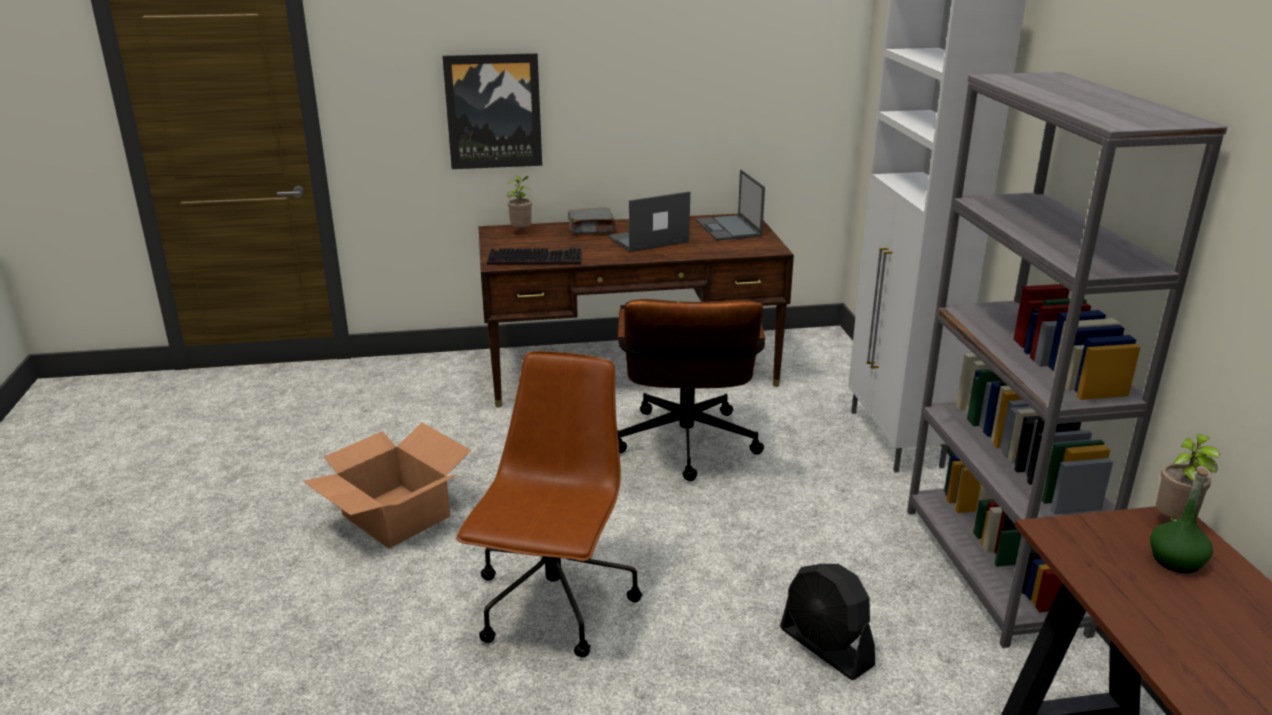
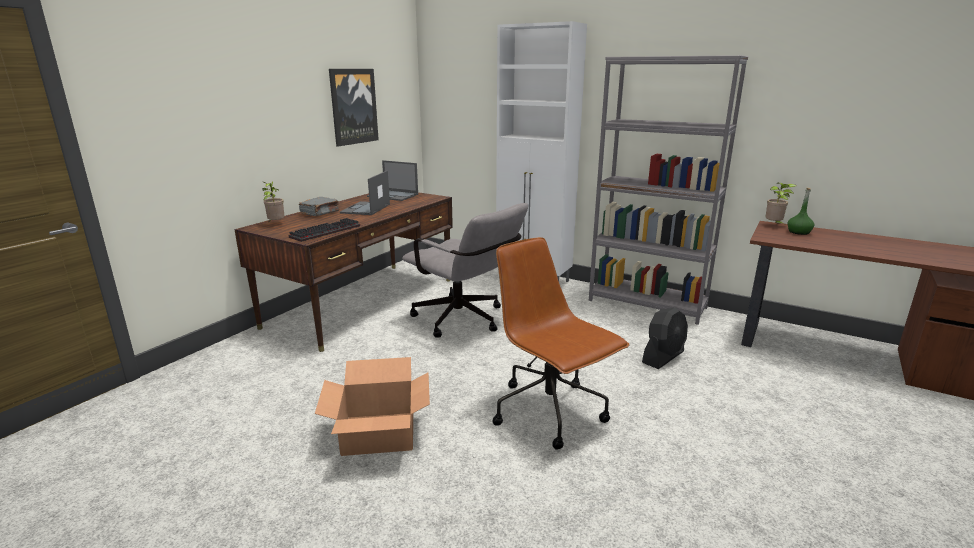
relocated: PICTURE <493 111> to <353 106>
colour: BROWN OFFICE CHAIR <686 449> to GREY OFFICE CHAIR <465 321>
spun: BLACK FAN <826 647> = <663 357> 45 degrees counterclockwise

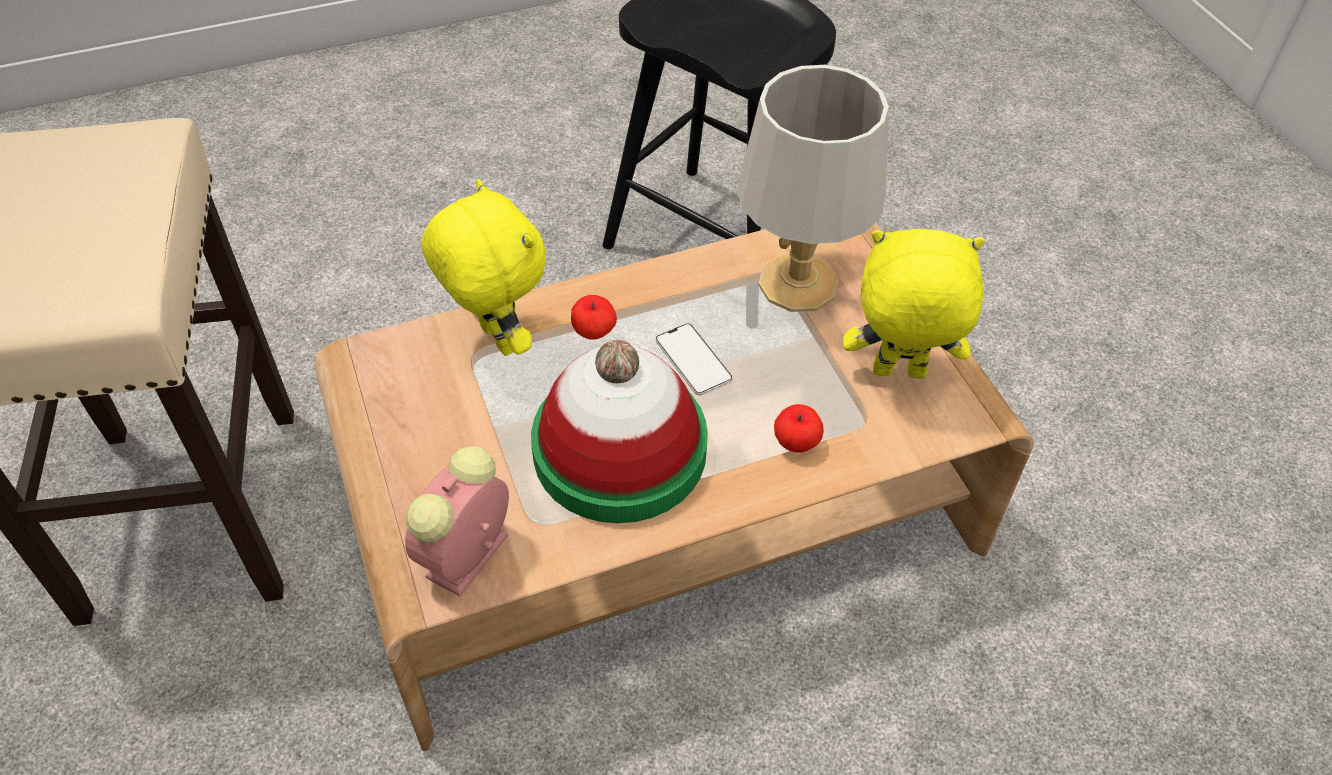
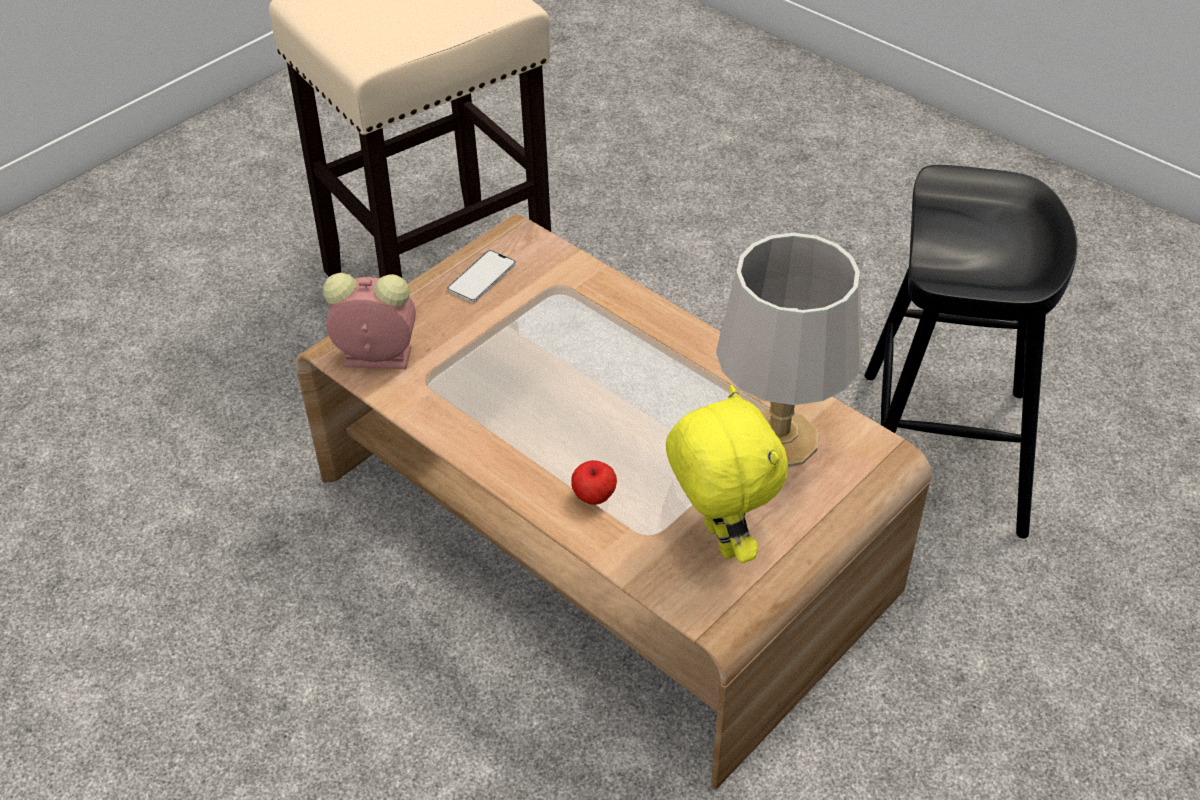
missing: YELLOW PLUSH TOY <495 339>; HAT <620 449>; APPLE <594 332>
relocated: PHONE <693 359> to <482 277>

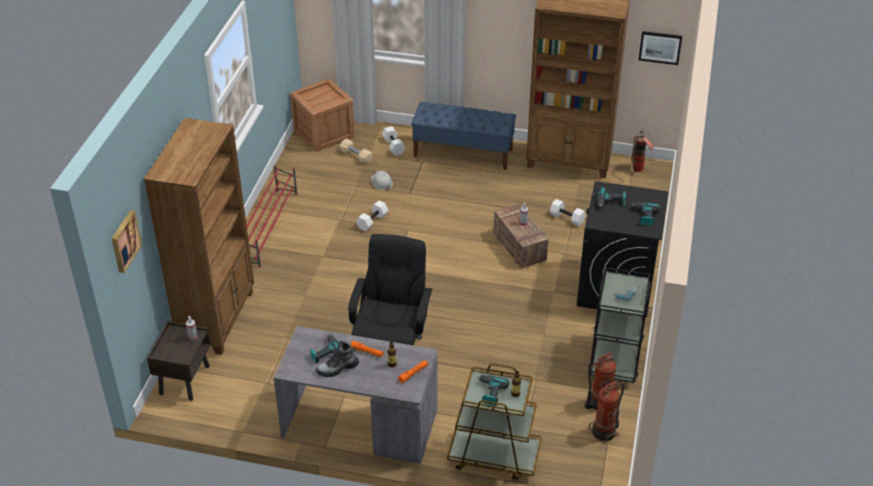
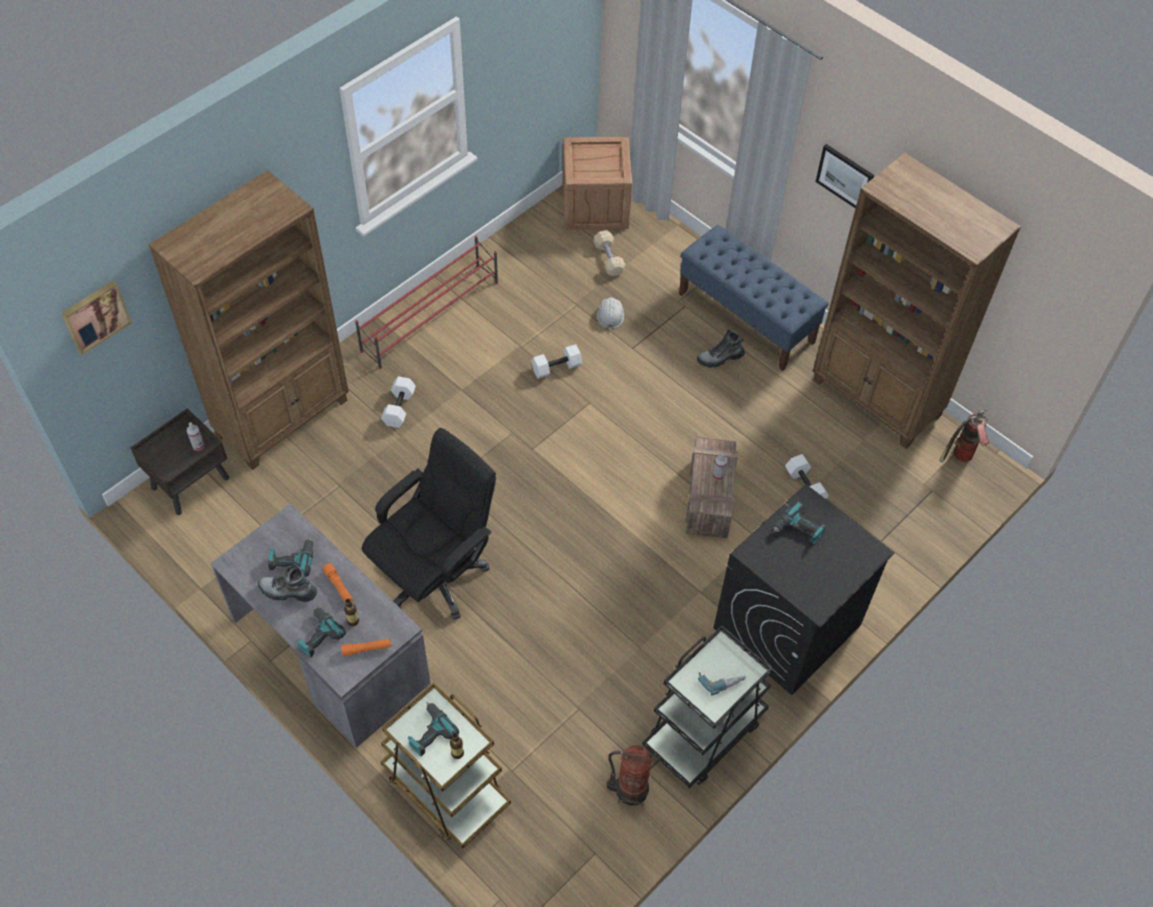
missing: FIRE EXTINGUISHER <605 432>
appeared: BOOT <720 358>
relocated: POWER DRILL <644 216> to <317 635>; WHITE DUMBBELL <393 146> to <398 407>; PICTURE <660 47> to <845 177>

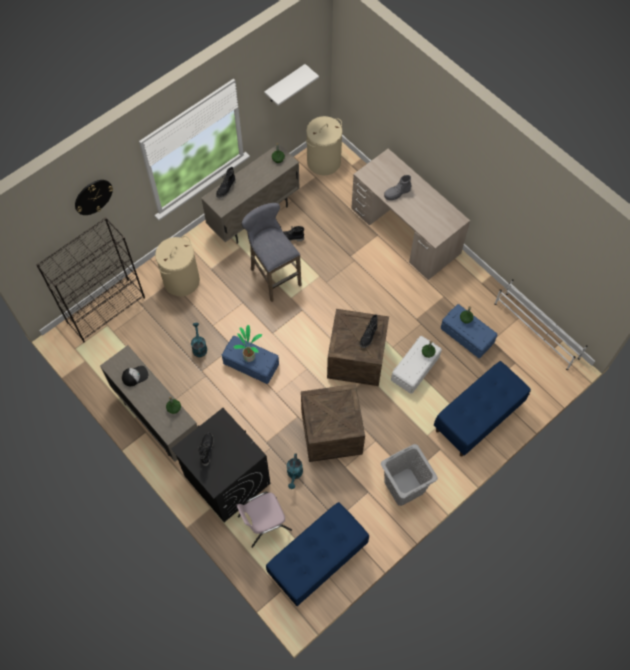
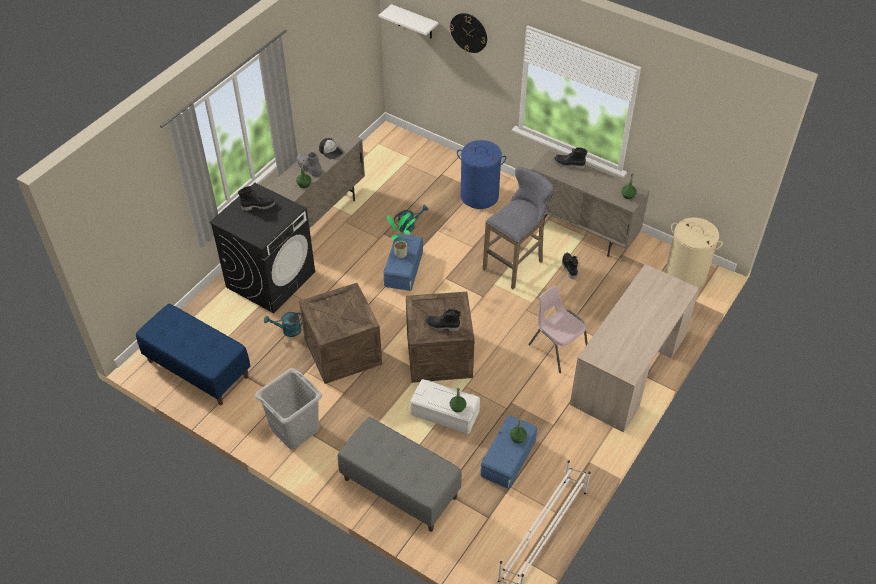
missing: BLACK BOOKCASE <106 309>
relocated: GREY BOOT <397 193> to <309 168>; WHITE SHELF <285 84> to <415 22>; PINK CHAIR <263 522> to <557 348>
colour: BLUE BENCH <478 418> to GREY BENCH <399 488>; BEIGE LAUNDRY BASKET <181 280> to BLUE LAUNDRY BASKET <479 196>

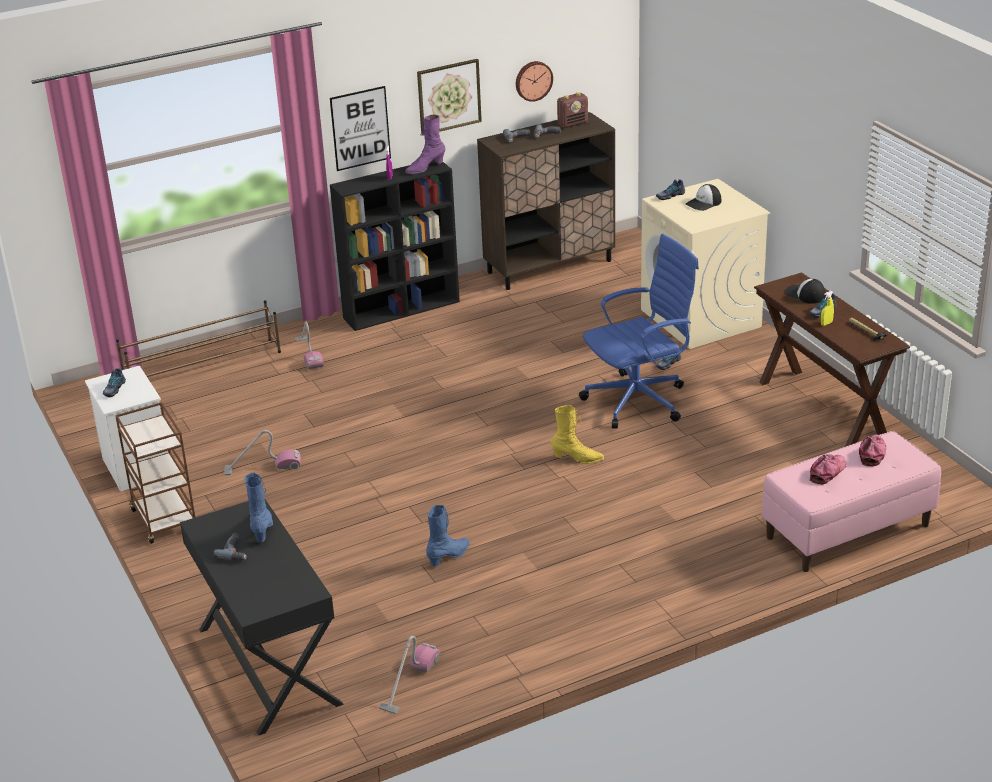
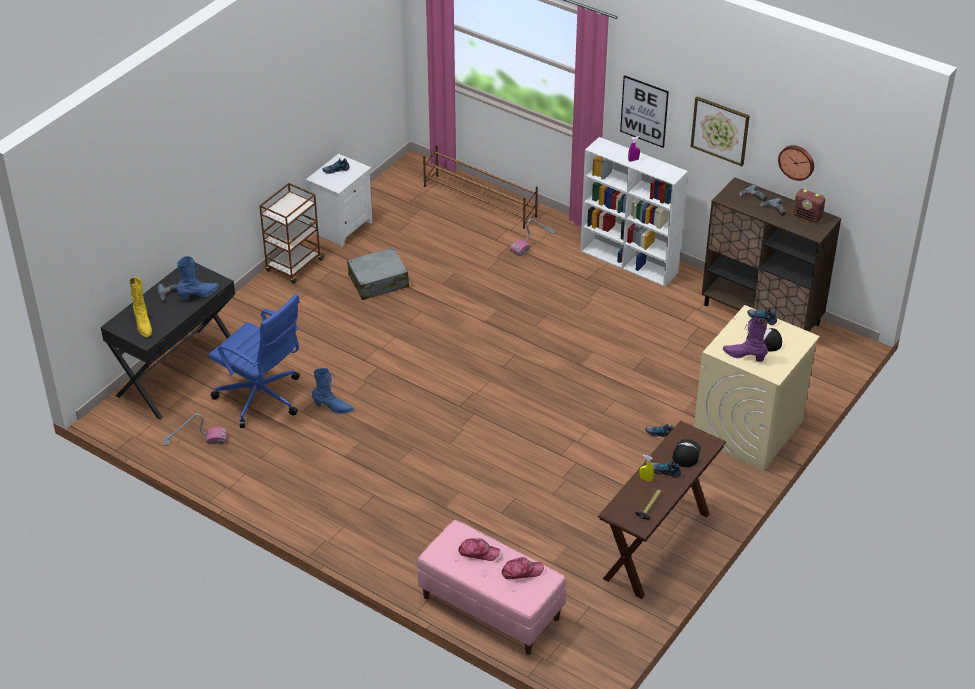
relocated: YELLOW BOOT <577 459> to <143 324>; BLUE OFFICE CHAIR <639 400> to <261 398>; PURPLE BOOT <425 168> to <744 356>
exchanged: VACUUM CLEANER <263 467> to GREY SUITCASE <379 281>
colour: BLACK BOOKCASE <402 309> to WHITE BOOKCASE <629 262>

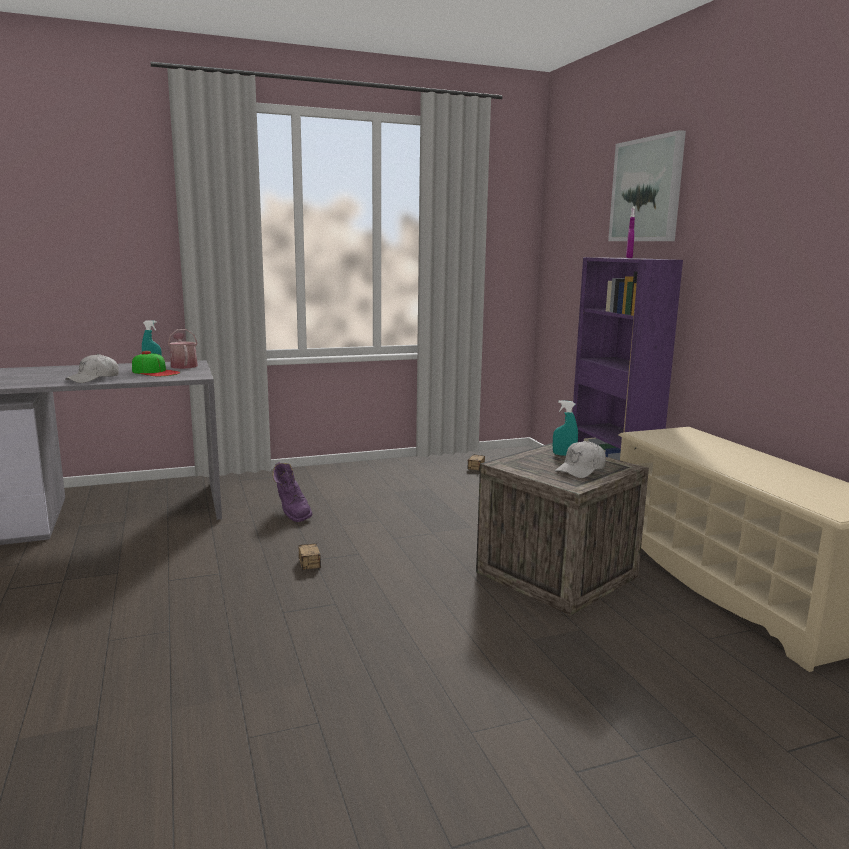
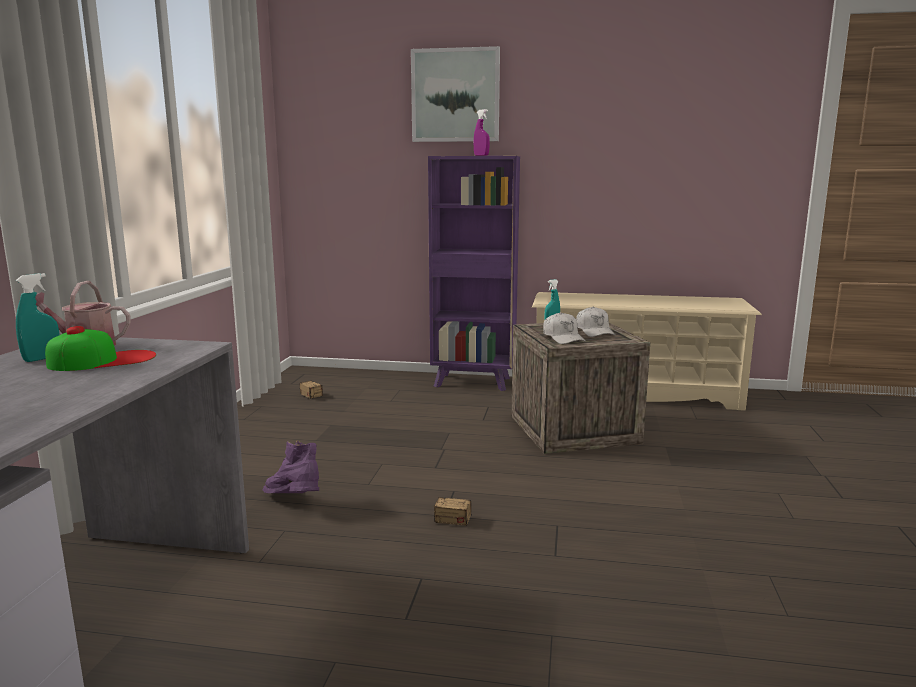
relocated: WHITE CAP <93 379> to <563 338>
spun: PURPLE BOOT <292 513> = <294 502> 135 degrees counterclockwise

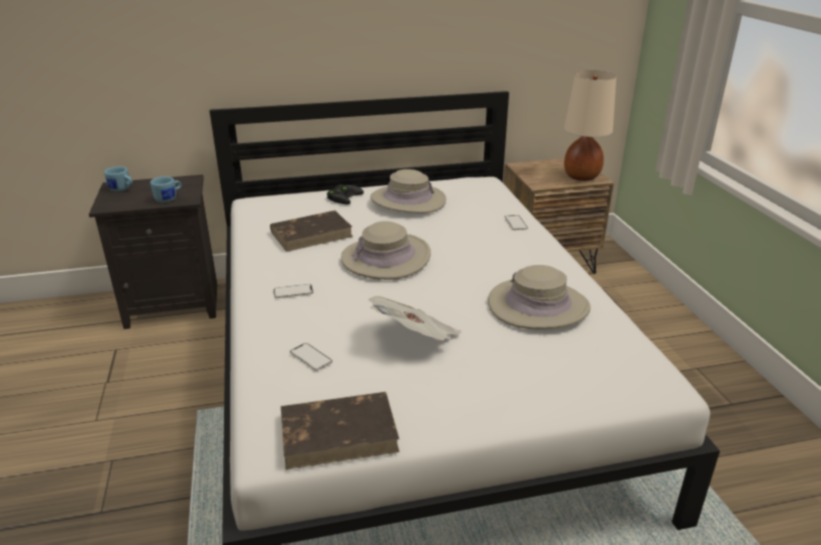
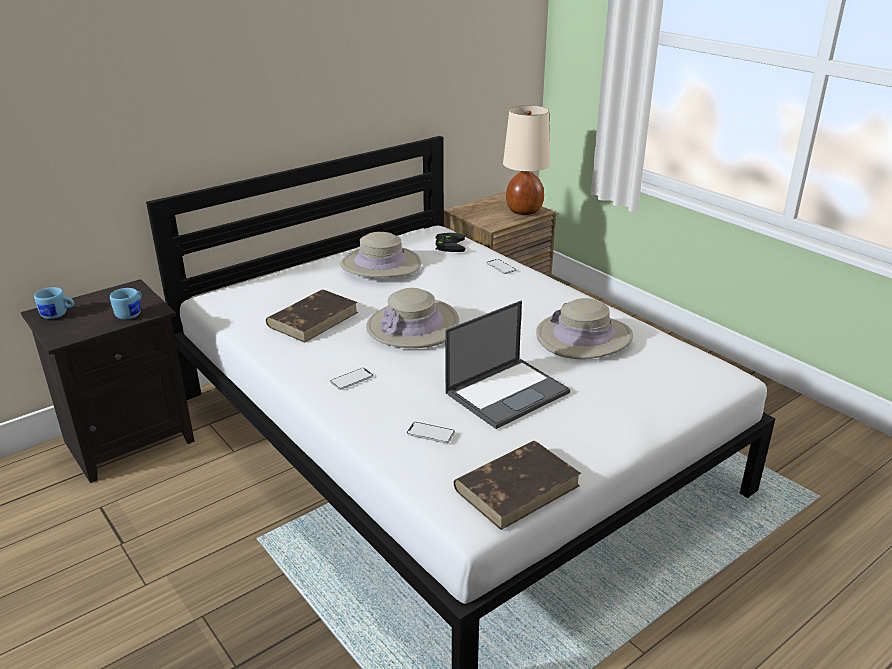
relocated: BLACK GAME CONTROLLER <343 196> to <448 245>
exchanged: NEWSPAPER <416 339> to LAPTOP <508 392>

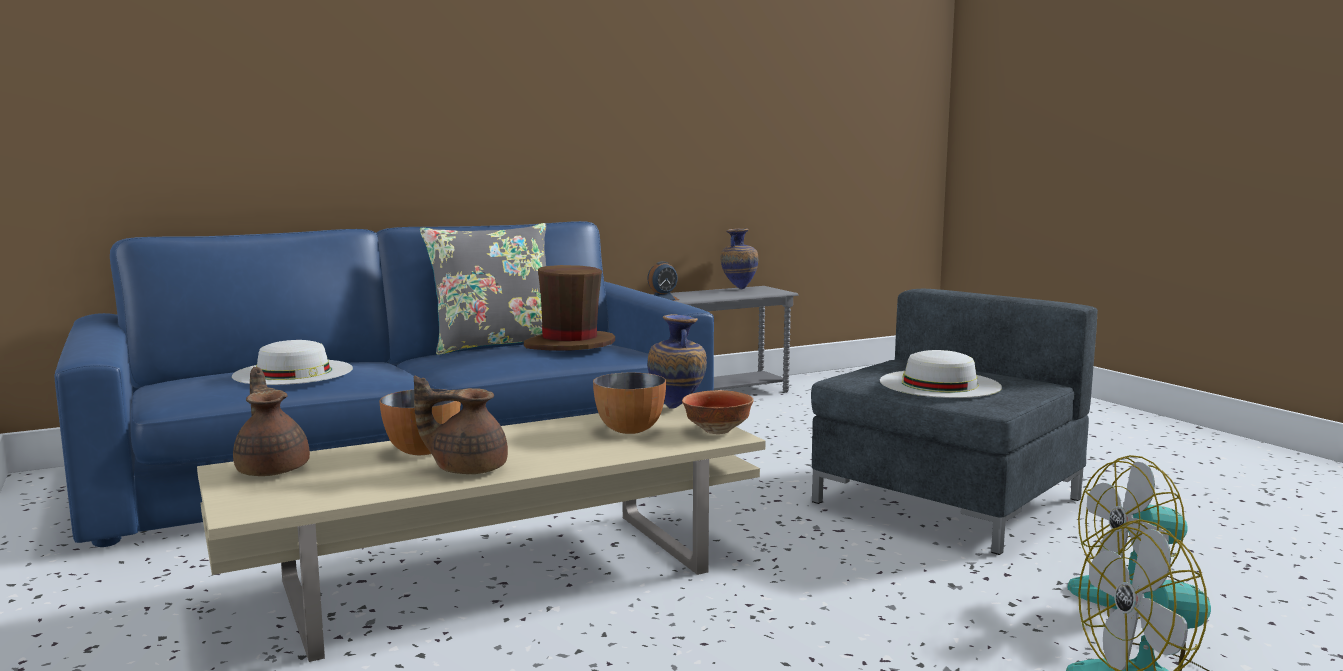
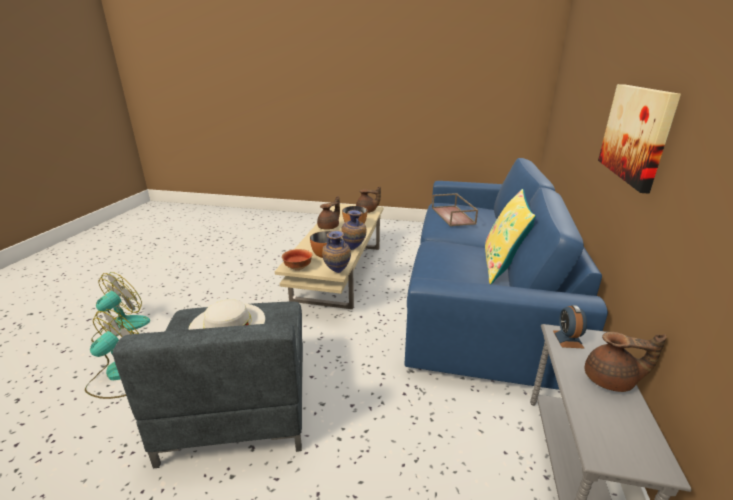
missing: BROWN HAT <569 345>
appeared: BROWN TEAPOT <611 381>; PICTURE <636 133>
relocated: VASE <738 288> to <354 249>
exchanged: WHITE HAT <293 372> to BROWN TRAY <453 216>
colour: GREY PILLOW <495 345> to YELLOW PILLOW <501 267>

